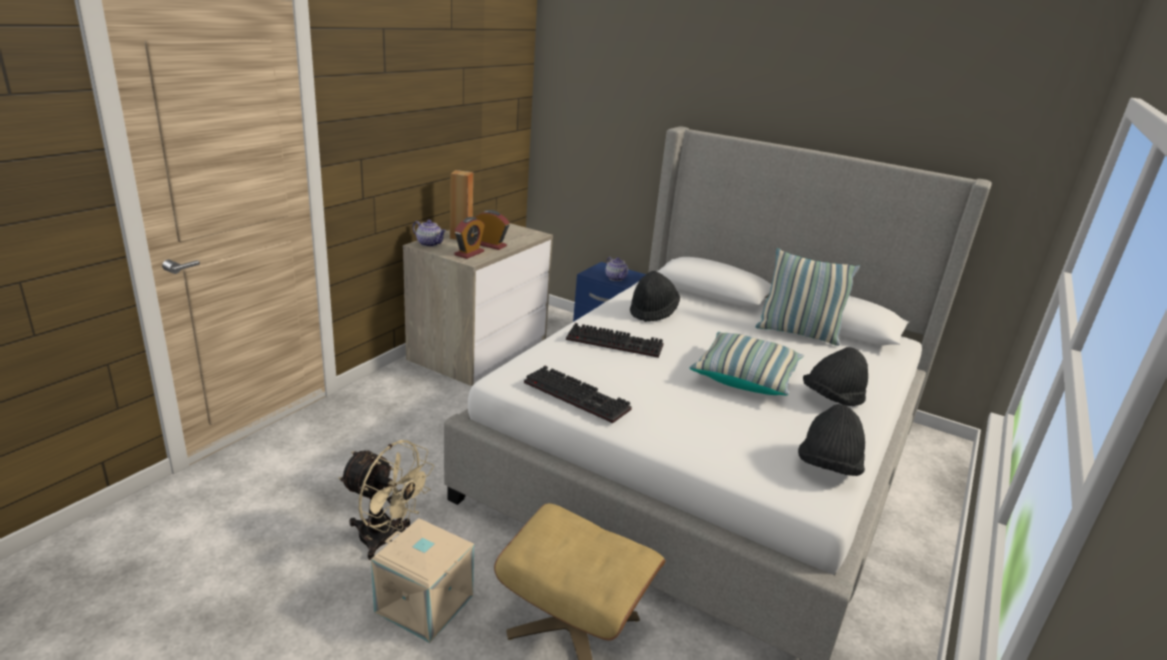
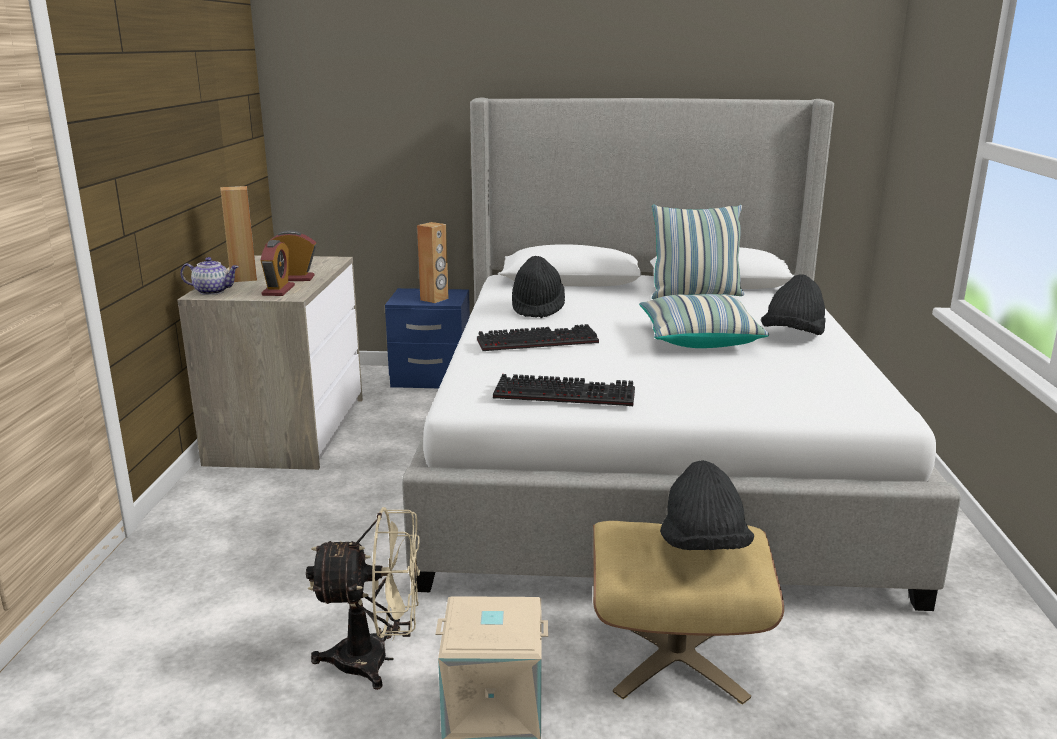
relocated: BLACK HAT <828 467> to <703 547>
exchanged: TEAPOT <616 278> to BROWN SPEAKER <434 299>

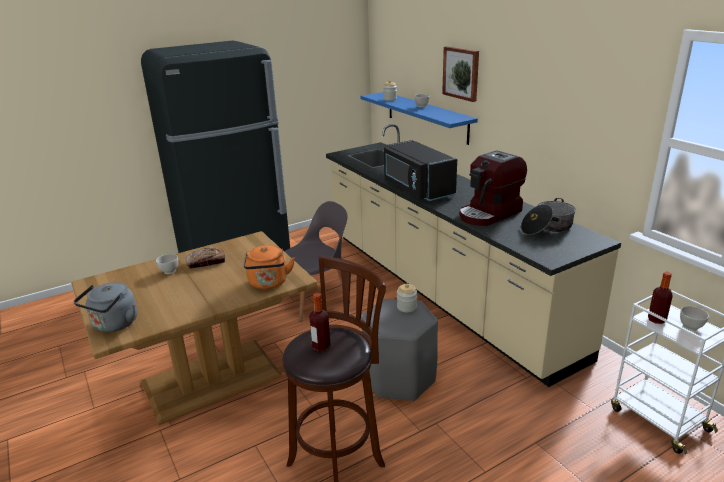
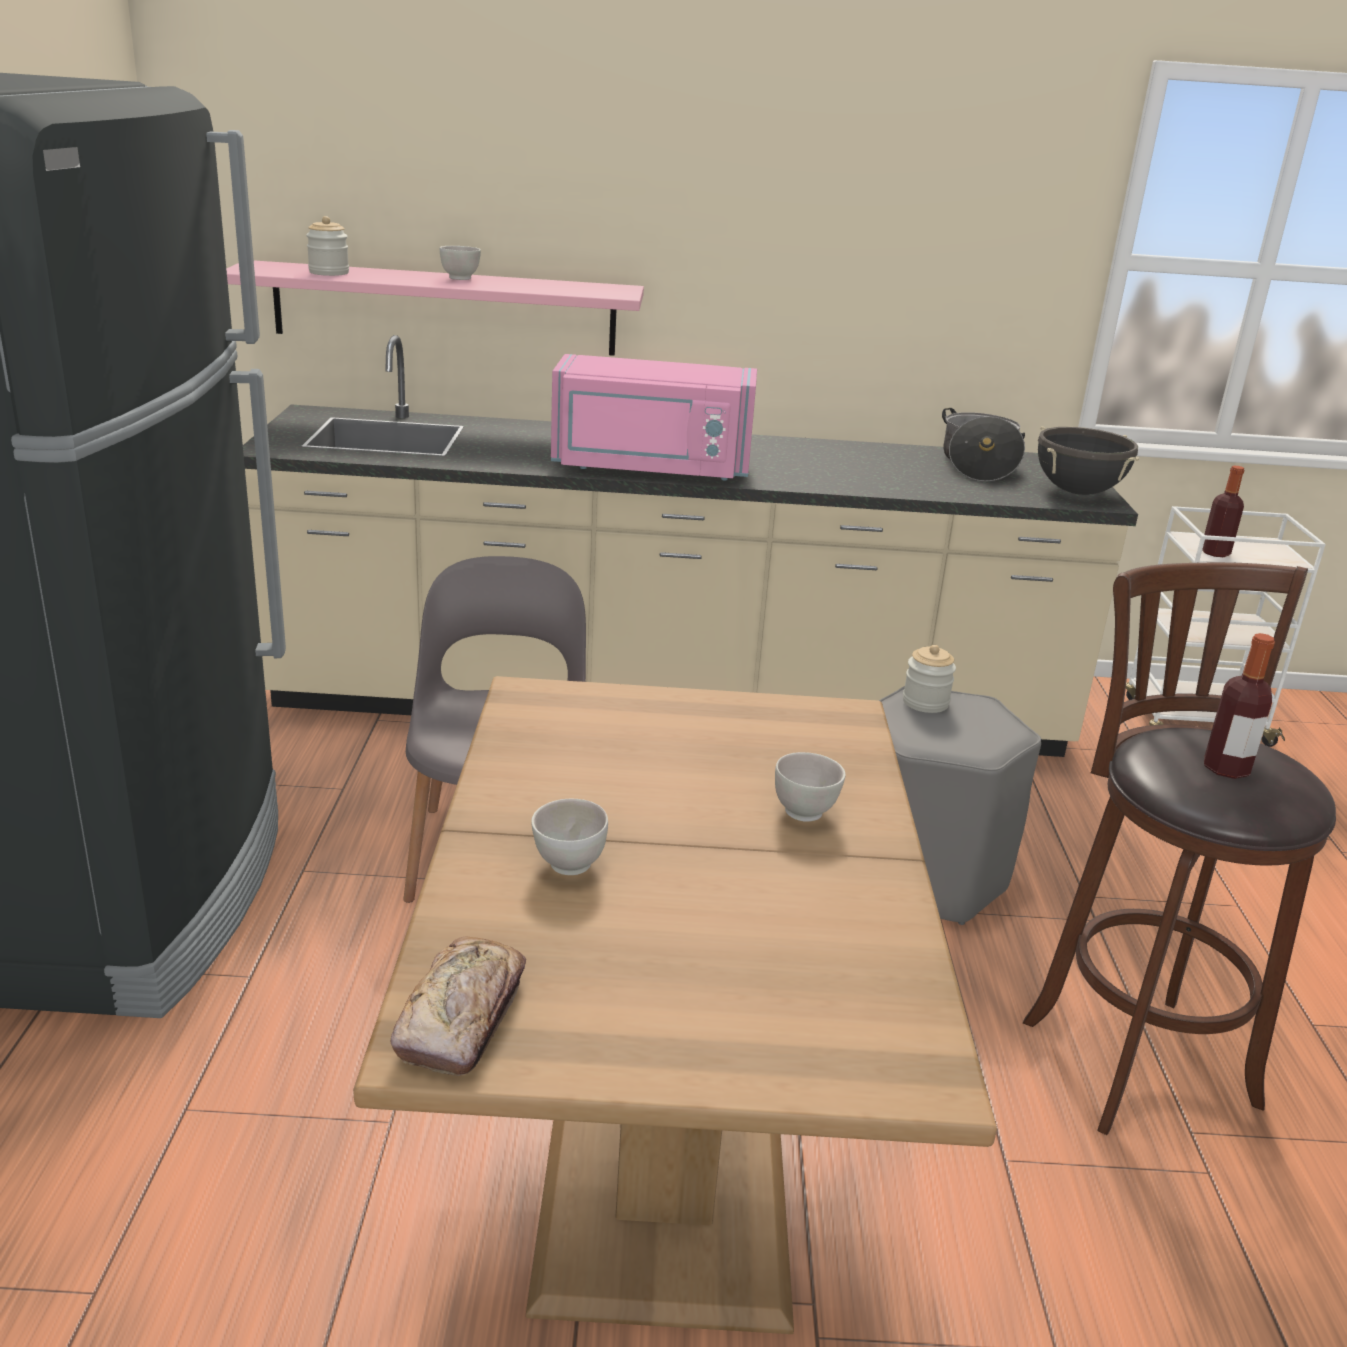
missing: GREY KETTLE <113 325>; ORANGE KETTLE <268 283>; PICTURE <461 73>; COFFEE MACHINE <489 214>
appeared: BLACK COOKING POT <1077 492>
relocated: BREAD <206 262> to <462 1018>; WHITE BOWL <691 327> to <805 812>
colour: BLUE SHELF <426 116> to PINK SHELF <445 308>; BLACK MICROWAVE <416 189> to PINK MICROWAVE <651 468>

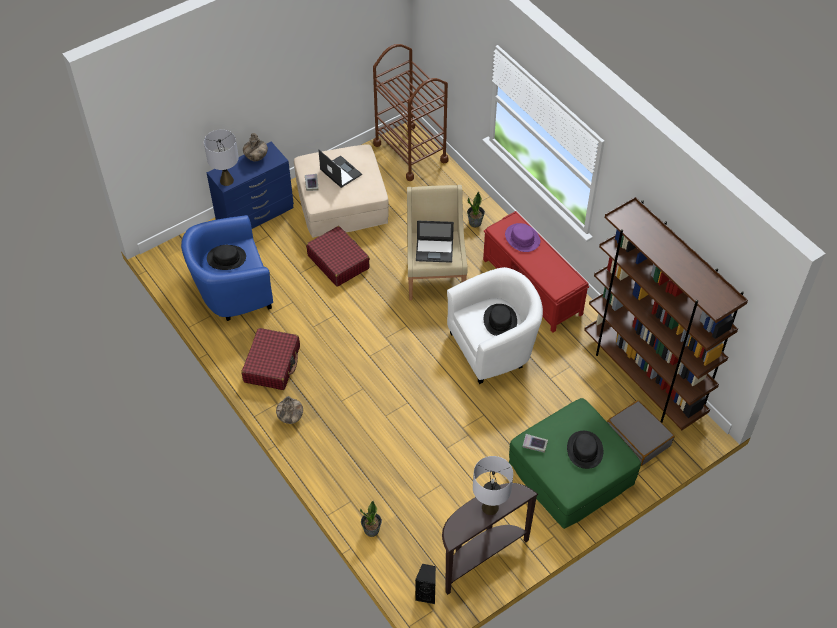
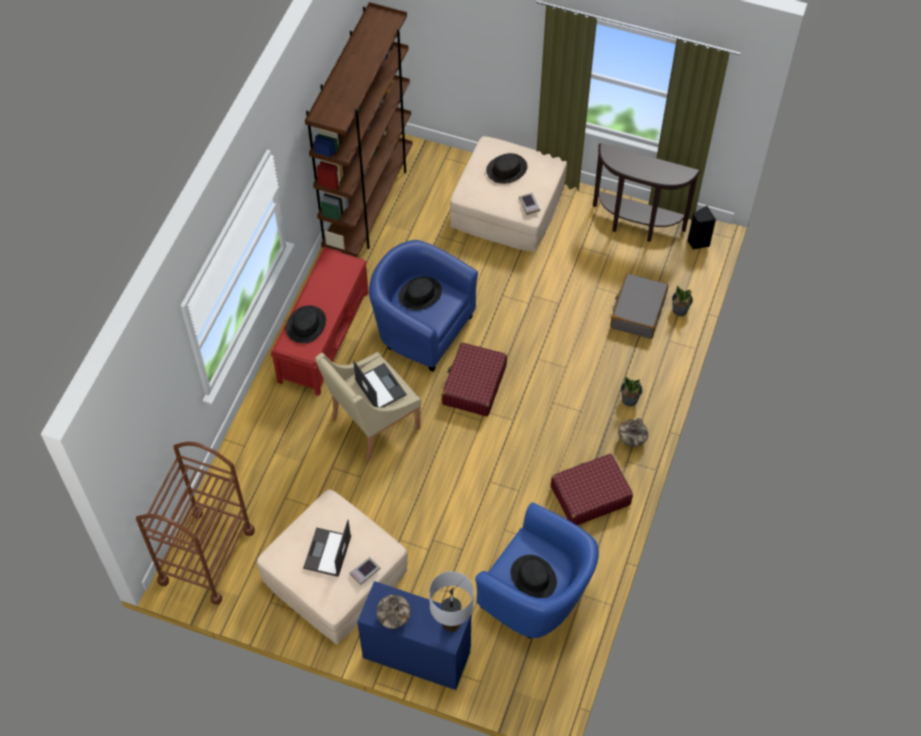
missing: GREY TABLE LAMP <489 507>
relocated: RED SUITCASE <338 262> to <474 385>; GREY SUITCASE <638 437> to <637 311>; POTTED PLANT <475 222> to <629 399>
colour: PURPLE HAT <522 238> to BLACK HAT <305 325>; WHITE ARMCHAIR <494 347> to BLUE ARMCHAIR <421 328>; GREEN OTTOMAN <571 472> to BEIGE OTTOMAN <507 207>

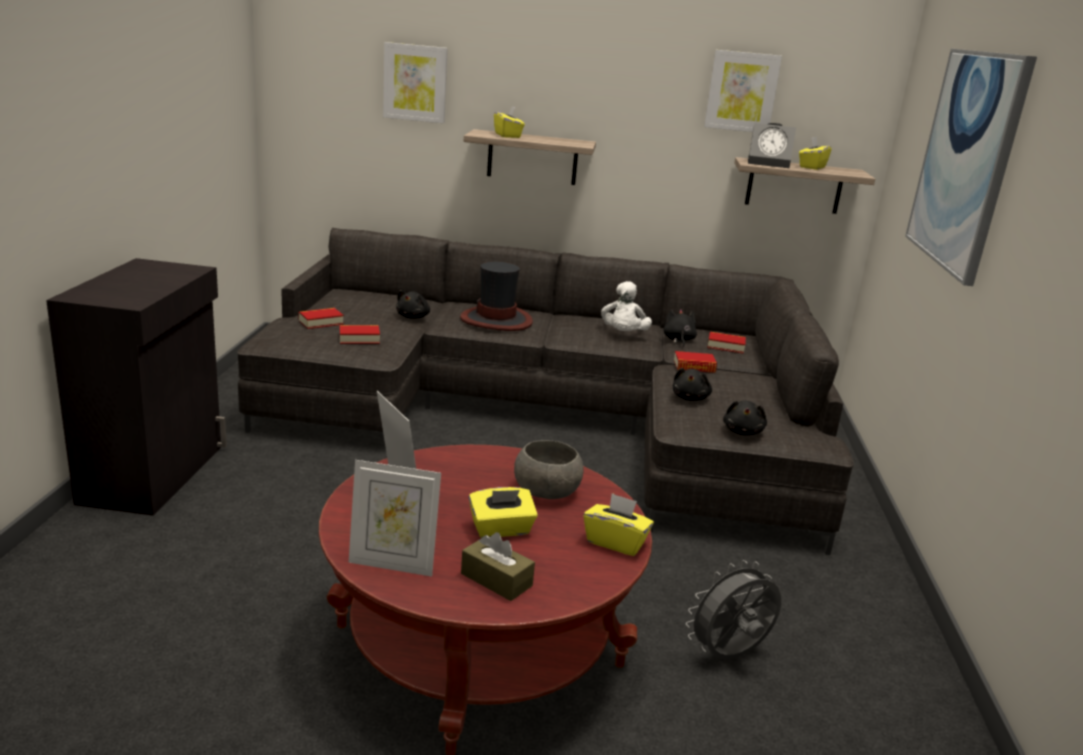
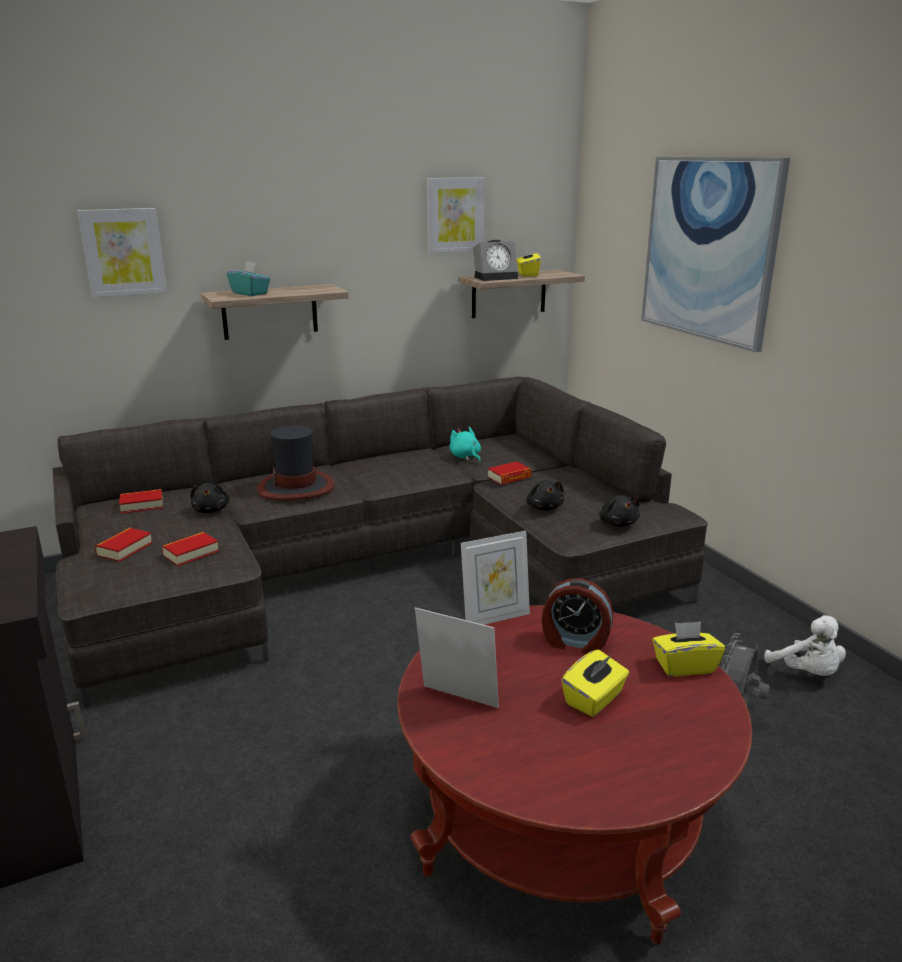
missing: BROWN TISSUE BOX <496 580>
relocated: BOOK <725 346> to <142 505>; PICTURE FRAME <392 564> to <495 617>; WHITE PLUSH TOY <623 334> to <807 673>
exchanged: GREY BOWL <547 491> to ALARM CLOCK <575 642>
colour: YELLOW TISSUE BOX <508 135> to TURQUOISE TISSUE BOX <250 293>; BLACK PLUSH TOY <678 340> to TURQUOISE PLUSH TOY <465 457>

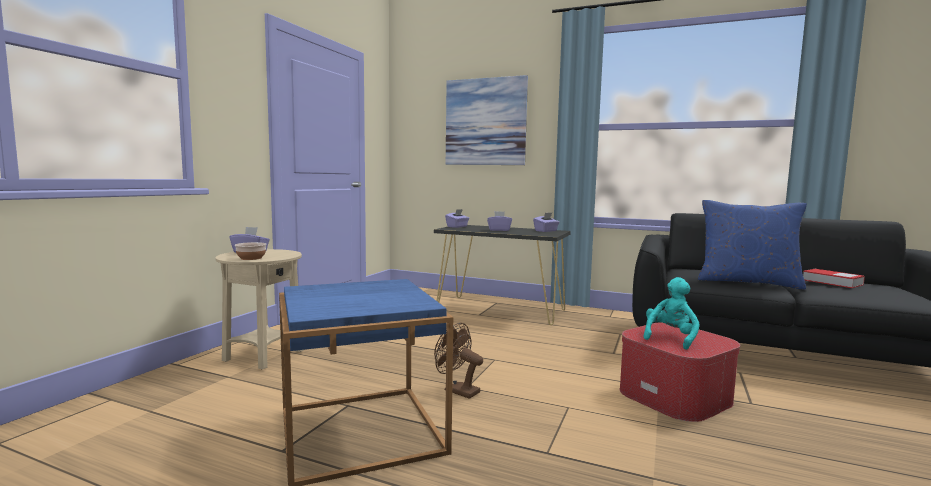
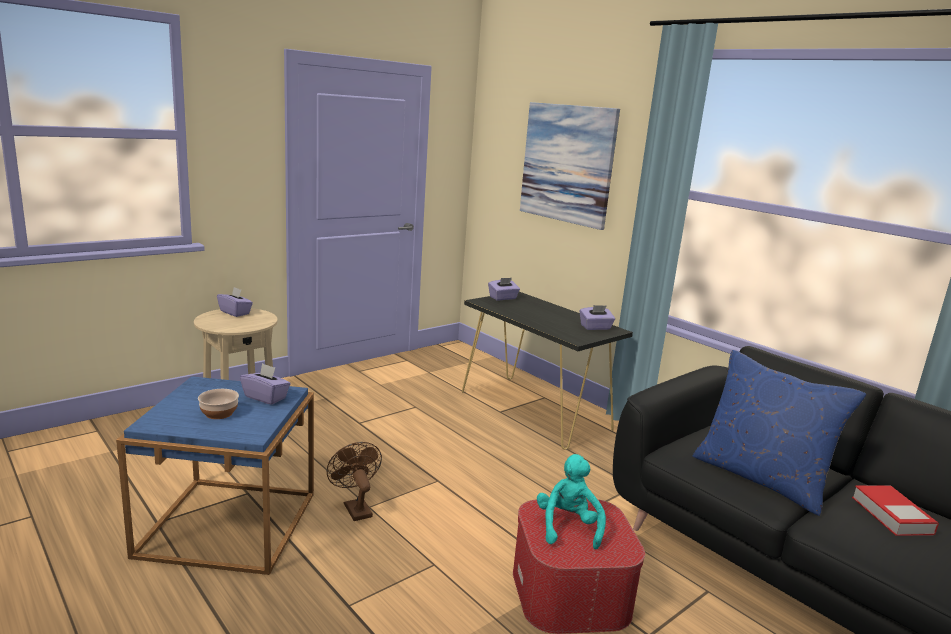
relocated: BOWL <251 258> to <219 413>; PURPLE TISSUE BOX <499 230> to <266 397>
spun: TURQUOISE PLUSH TOY <670 338> = <568 527> 60 degrees counterclockwise

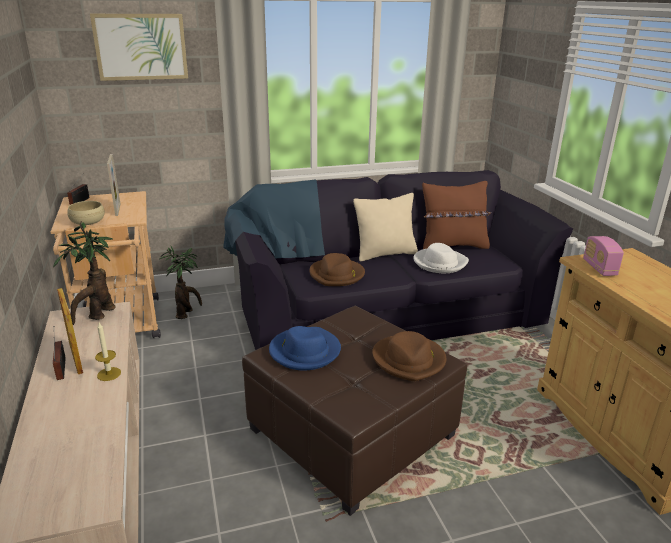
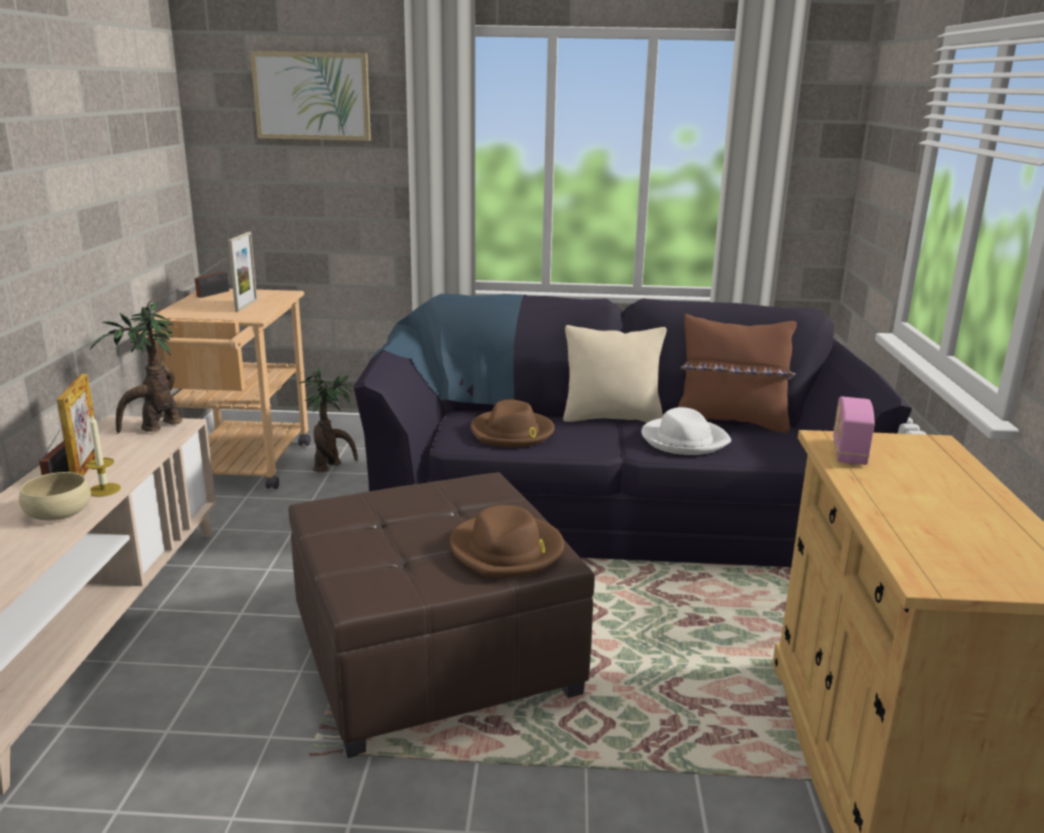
missing: BLUE HAT <304 351>
relocated: BEIGE BOWL <88 222> to <58 512>

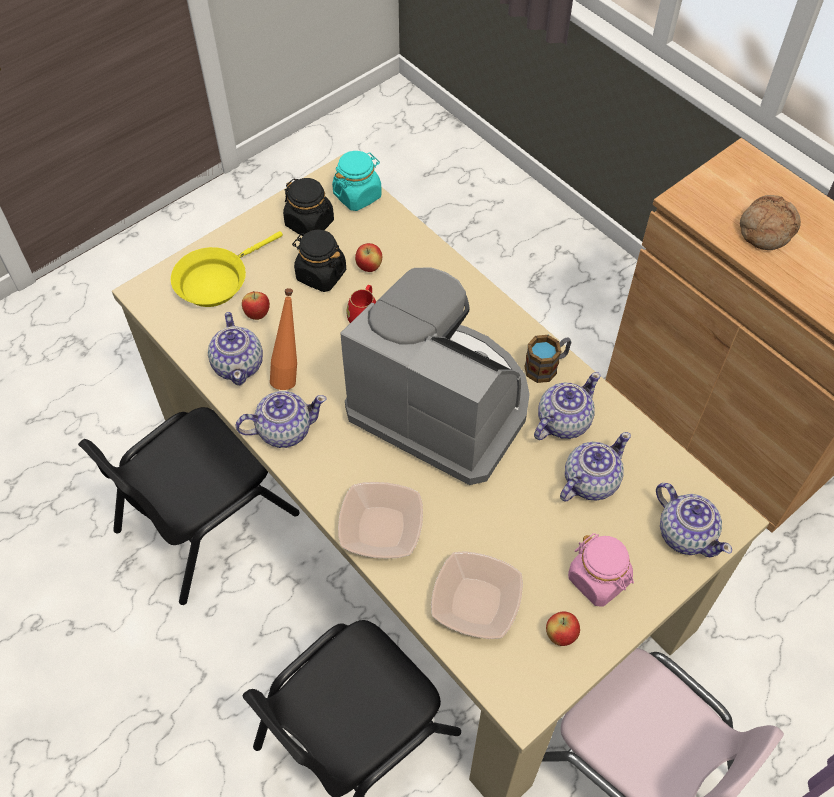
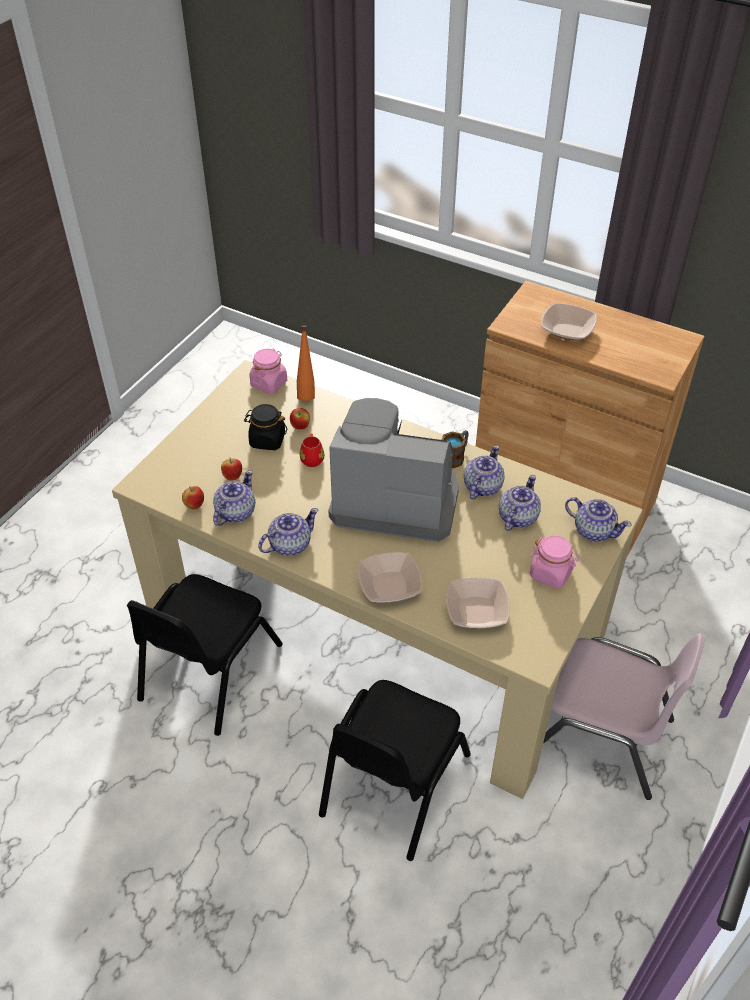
missing: YELLOW FRYING PAN <216 281>; BLACK JAR <310 223>
relocated: APPLE <560 635> to <194 506>; ORANGE BOTTLE <289 373> to <306 393>
exchanged: BREAD <765 229> to BOWL <567 330>
colour: TURQUOISE JAR <357 195> to PINK JAR <269 383>
spun: TEAPOT <239 364> = <235 512> 120 degrees counterclockwise

